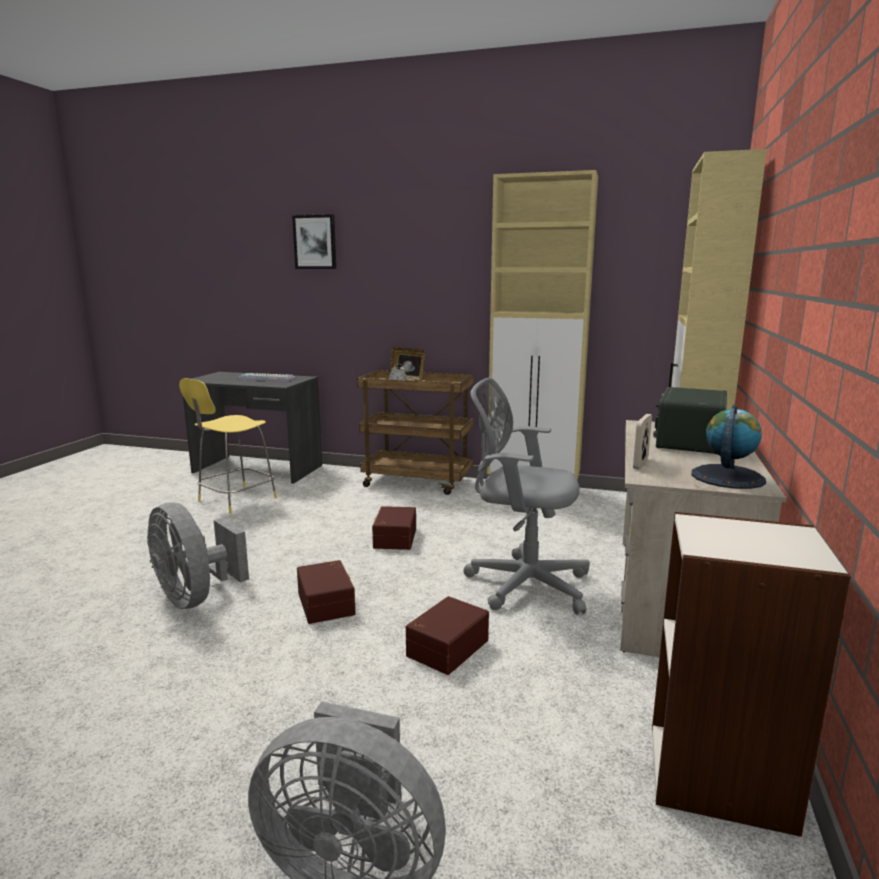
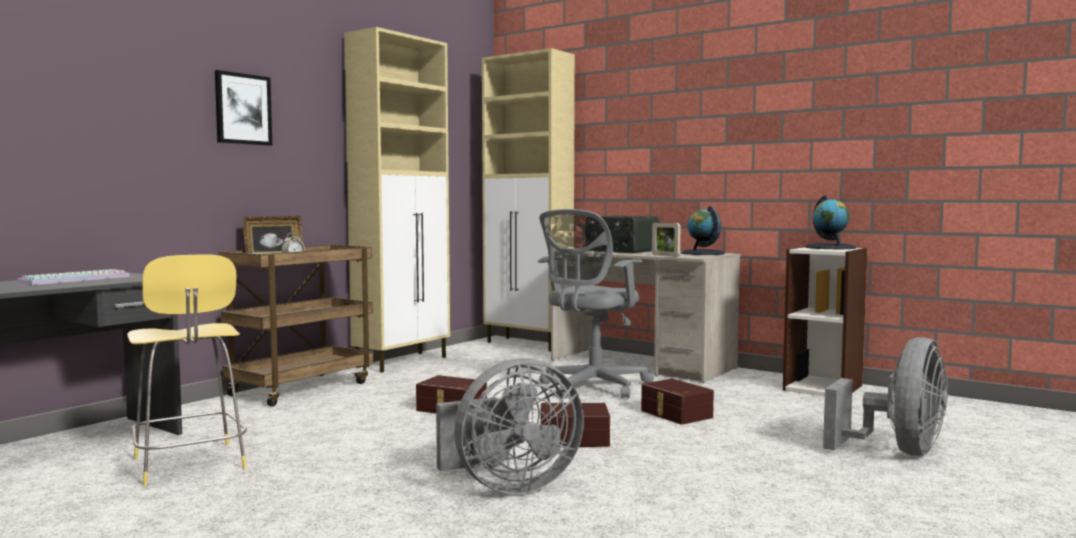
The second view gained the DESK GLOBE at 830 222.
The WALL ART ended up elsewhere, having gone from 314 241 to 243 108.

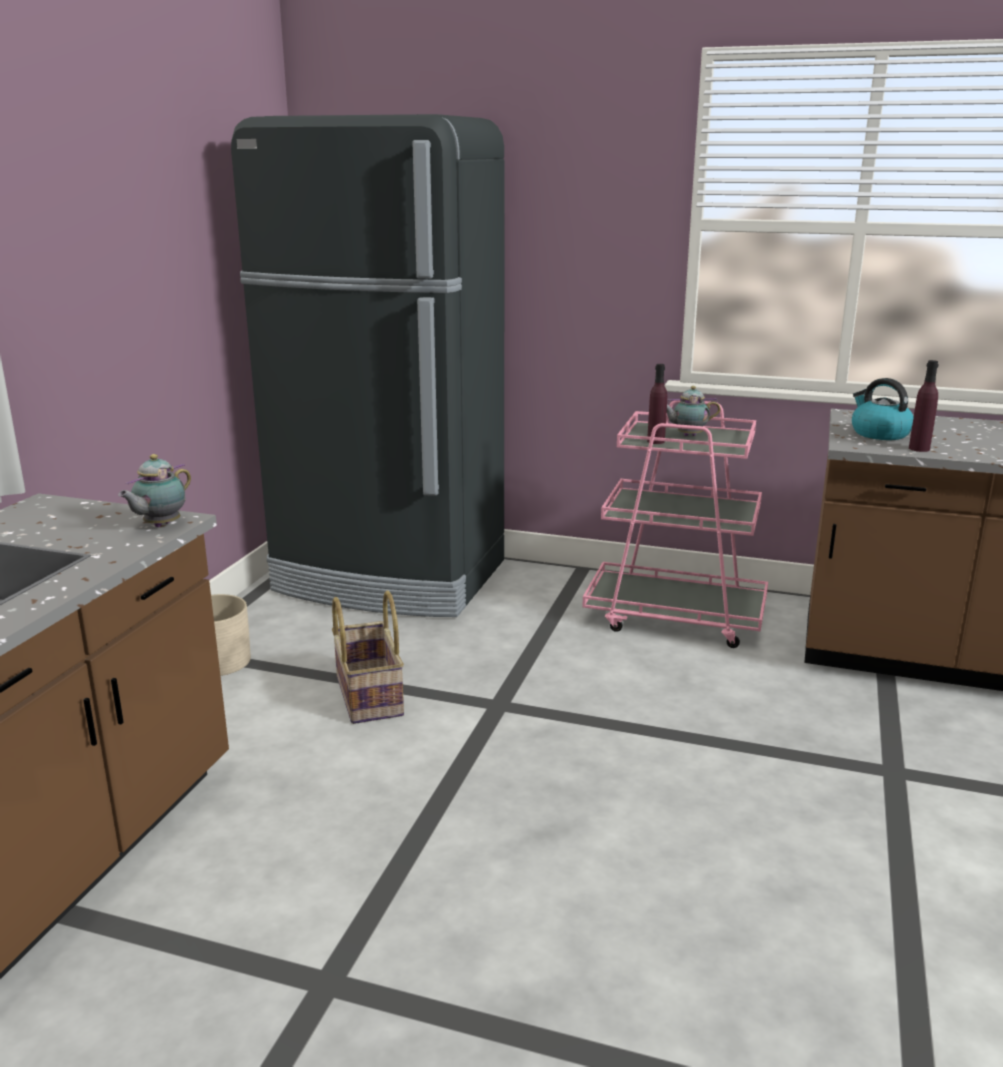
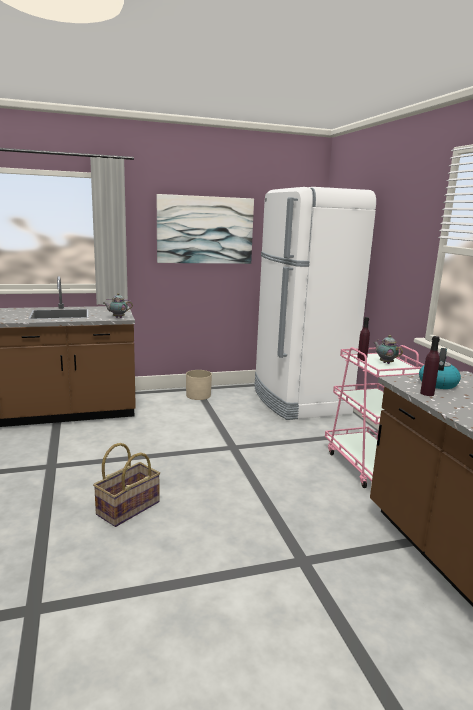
The second view gained the WALL ART at 205 229.
The HOUSEHOLD BASKET ended up elsewhere, having gone from 368 657 to 126 485.
What was the BLACK KITCHEN FRIDGE at 368 365 turned into the WHITE KITCHEN FRIDGE at 315 303.

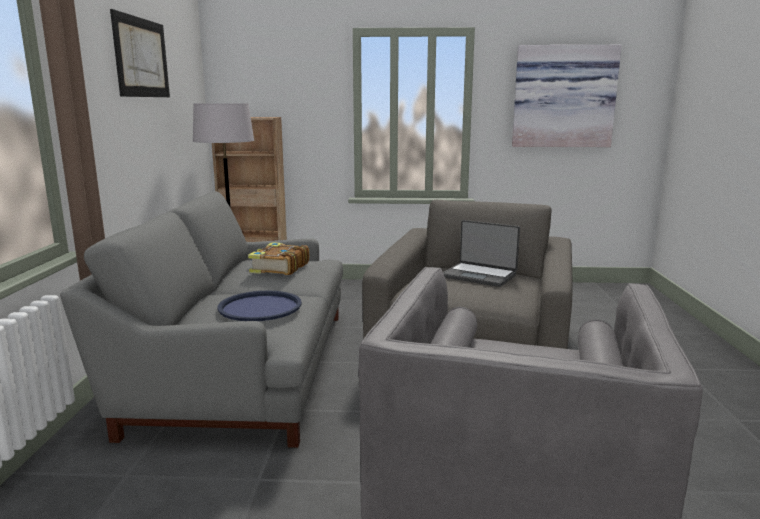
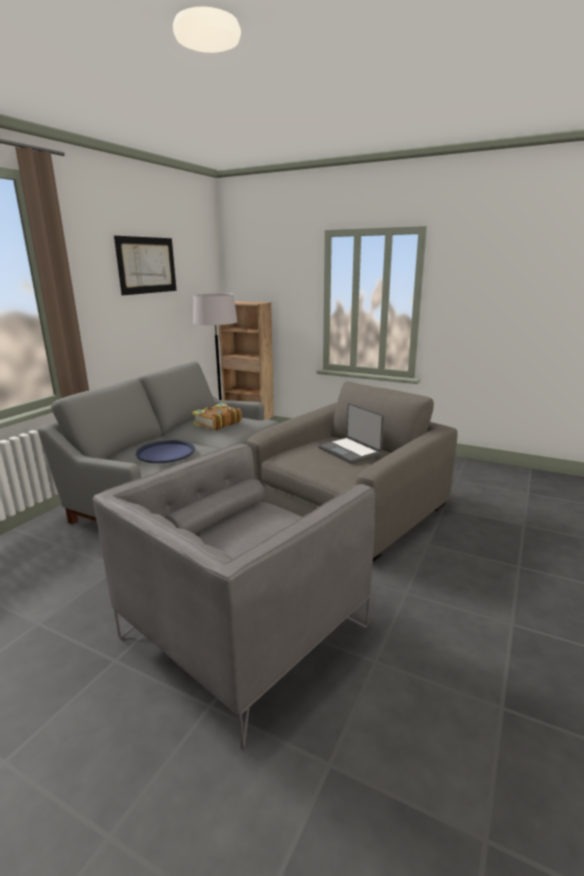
The second view lost the WALL ART at 567 96.

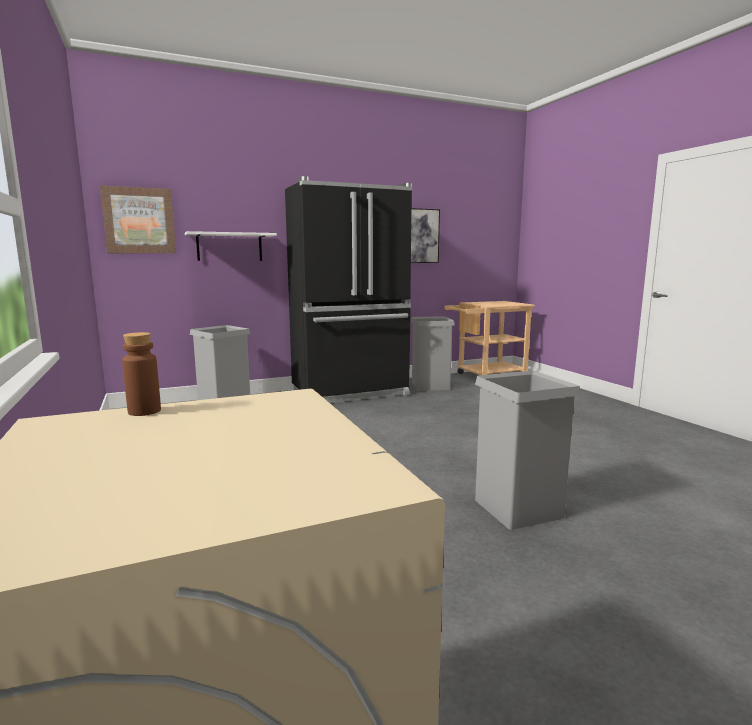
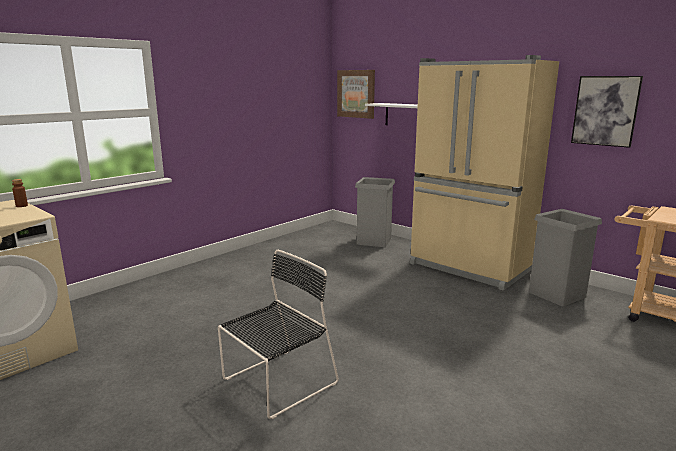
Where the GREYISH TRASH CAN stood at 528 450, the BLACK CHAIR came to stand at 278 334.
What was the BLACK KITCHEN FRIDGE at 348 289 turned into the BEIGE-COLOURED KITCHEN FRIDGE at 484 173.

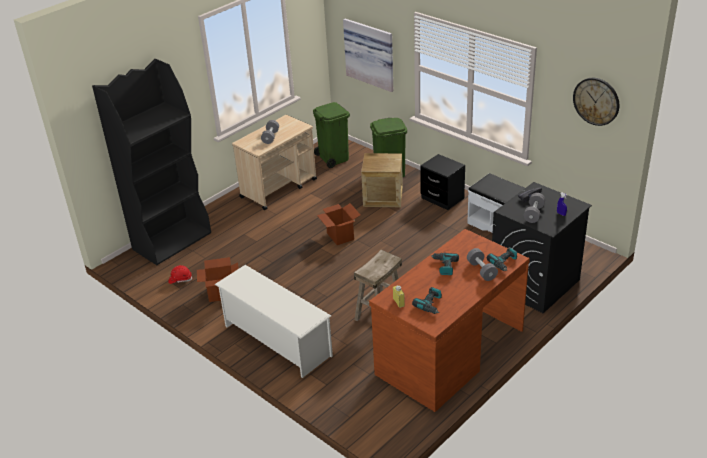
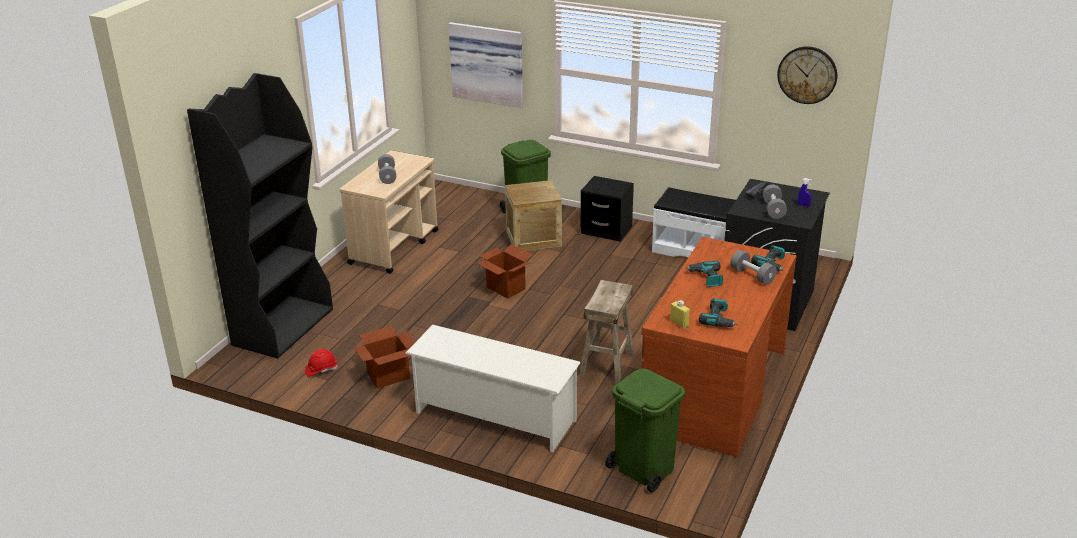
The GREEN-COLOURED TRASH CAN ended up elsewhere, having gone from 331 135 to 645 430.

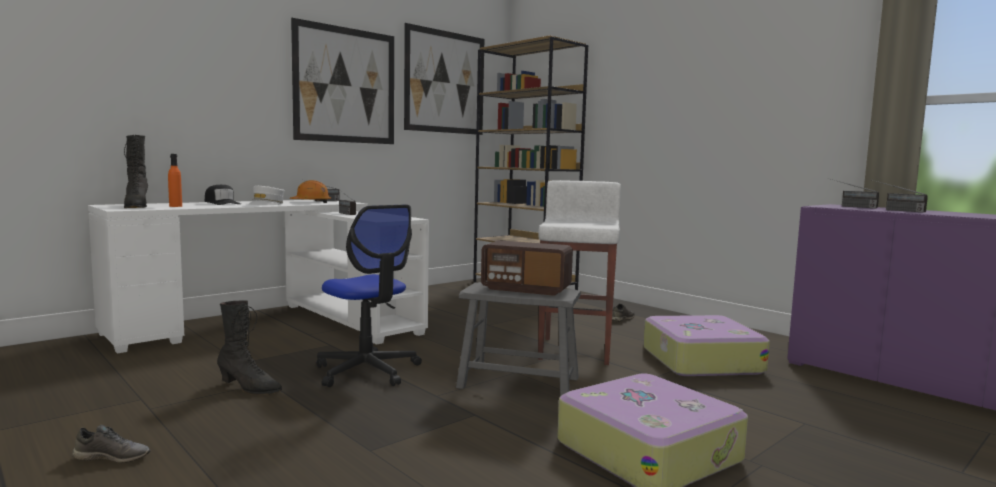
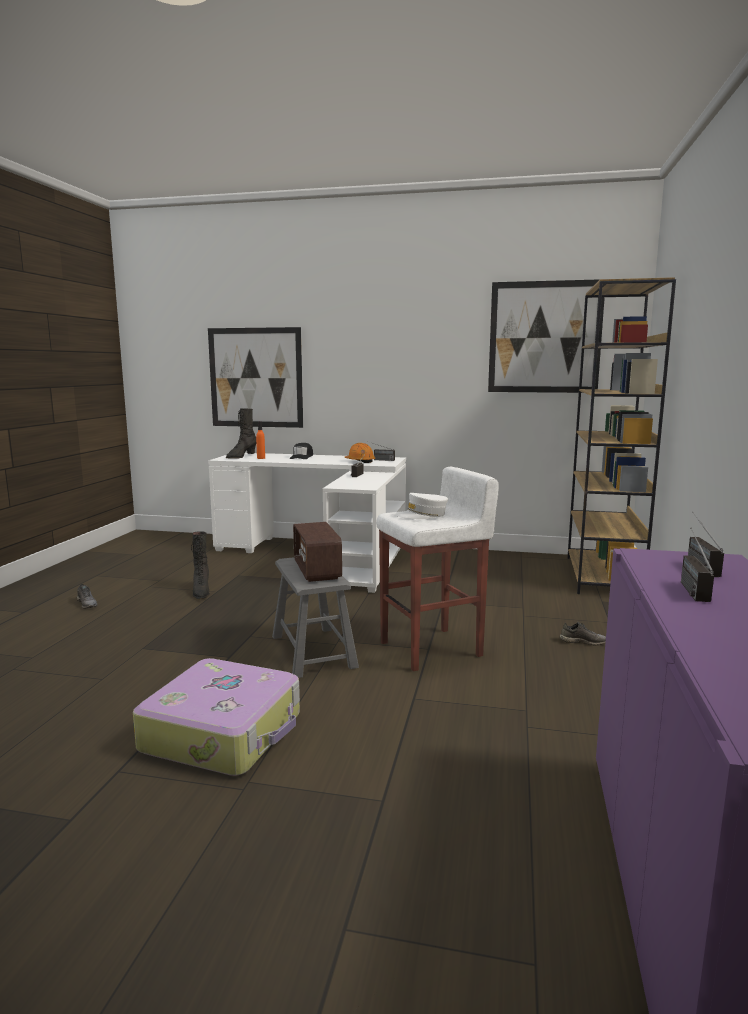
The second view lost the DESK CHAIR at 369 296.
The second view lost the TRAVEL CASE at 706 345.
The WHITE BASEBALL CAP ended up elsewhere, having gone from 266 195 to 422 506.
The WALL ART ended up elsewhere, having gone from 342 81 to 255 377.

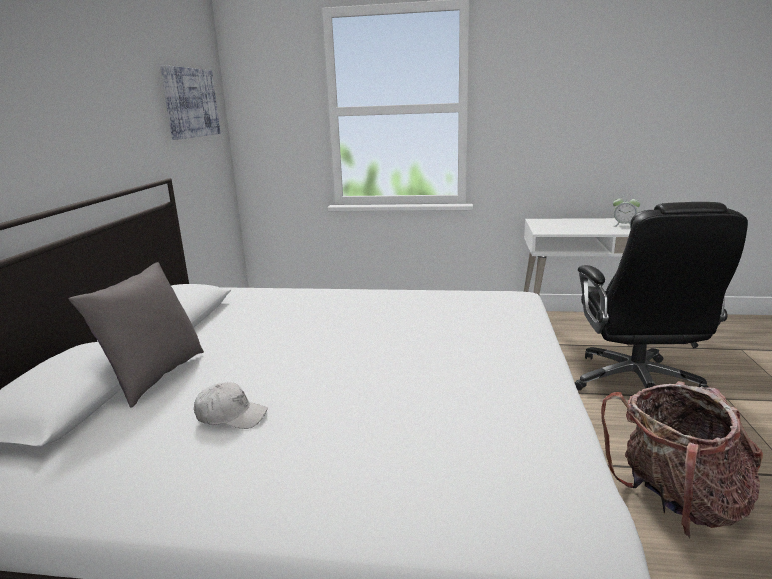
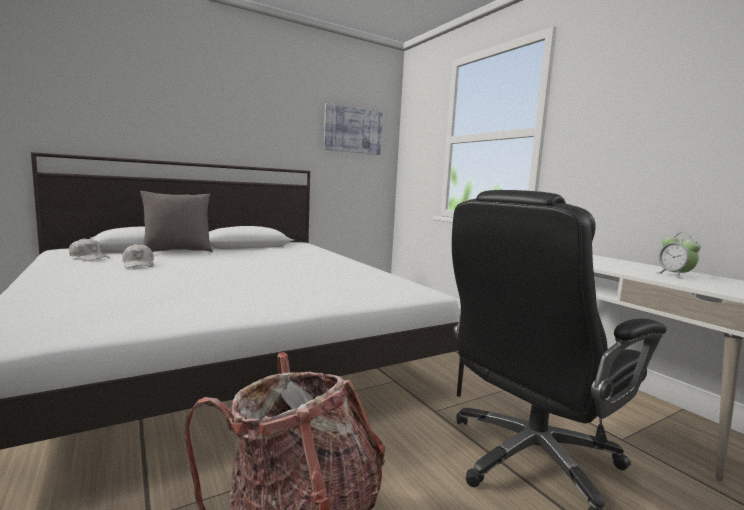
The second view gained the WHITE BASEBALL CAP at 89 249.

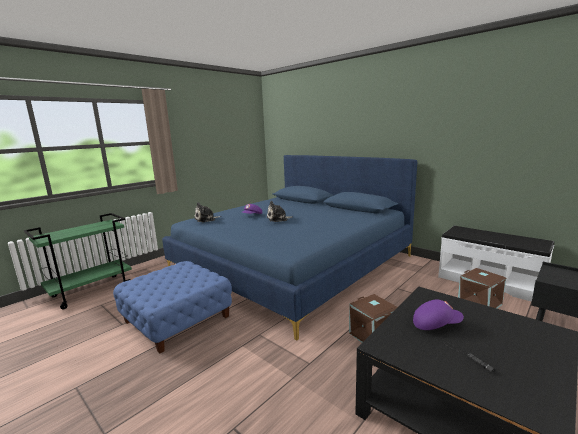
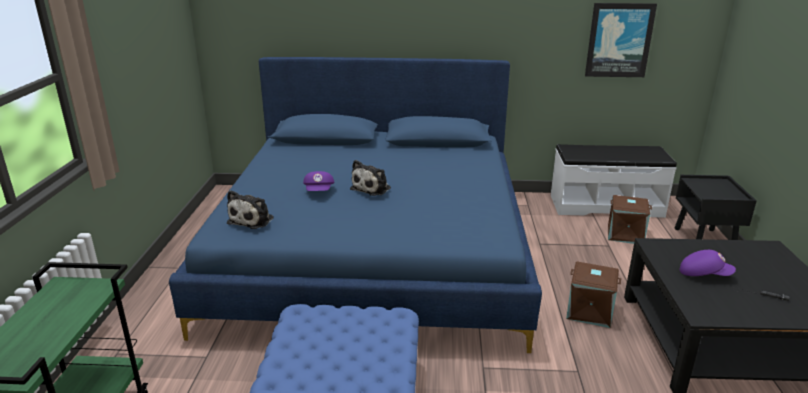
The second view gained the WALL ART at 621 40.
The PURPLISH BASEBALL CAP at 438 315 ended up facing another way, 60 degrees clockwise from before.

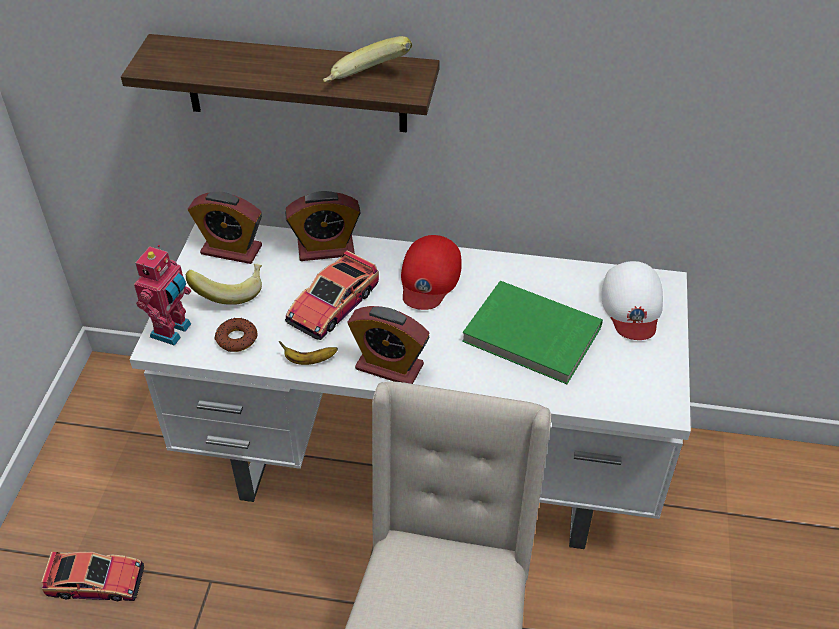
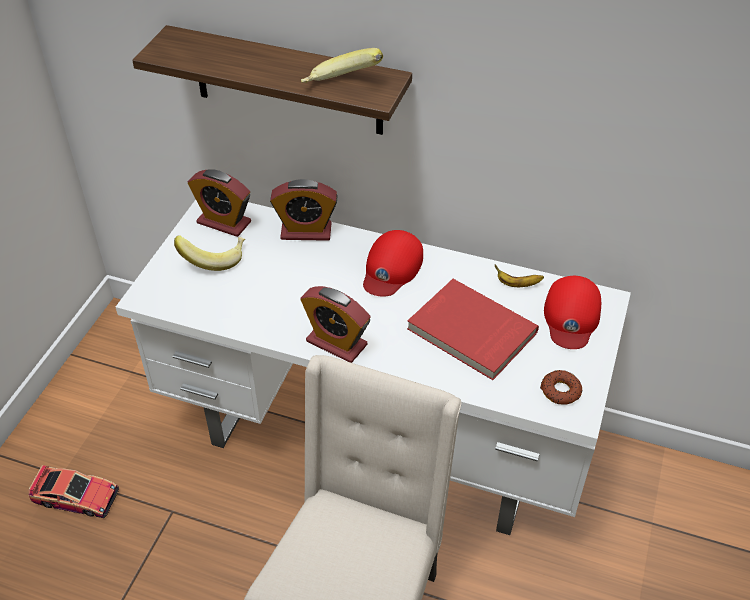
The second view lost the MODEL ROBOT at 162 295.
The second view lost the MODEL CAR at 332 295.
The DOUGHNUT ended up elsewhere, having gone from 235 335 to 561 387.
The BANANA ended up elsewhere, having gone from 308 353 to 519 275.
What was the GREEN-COLOURED BOUND BOOK at 532 332 turned into the REDDISH BOUND BOOK at 473 329.
What was the WHITE BASEBALL CAP at 632 300 turned into the REDDISH BASEBALL CAP at 572 312.

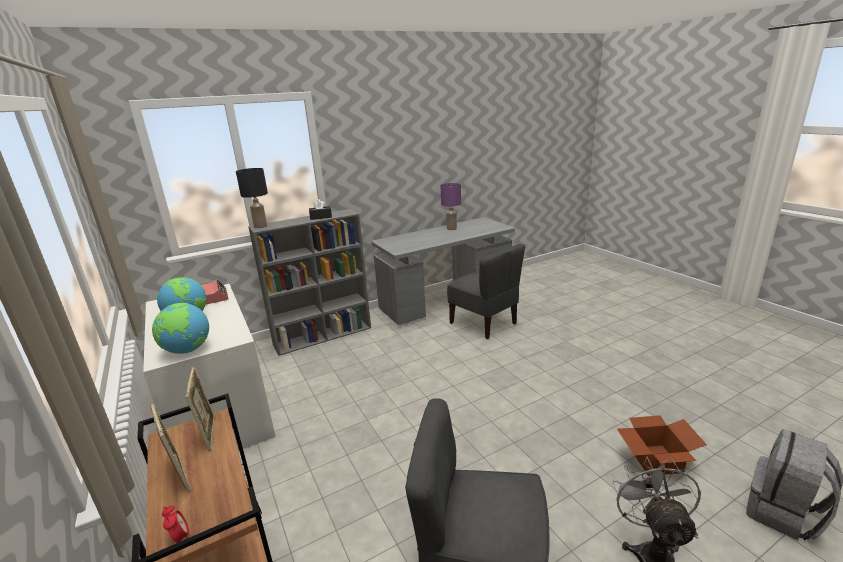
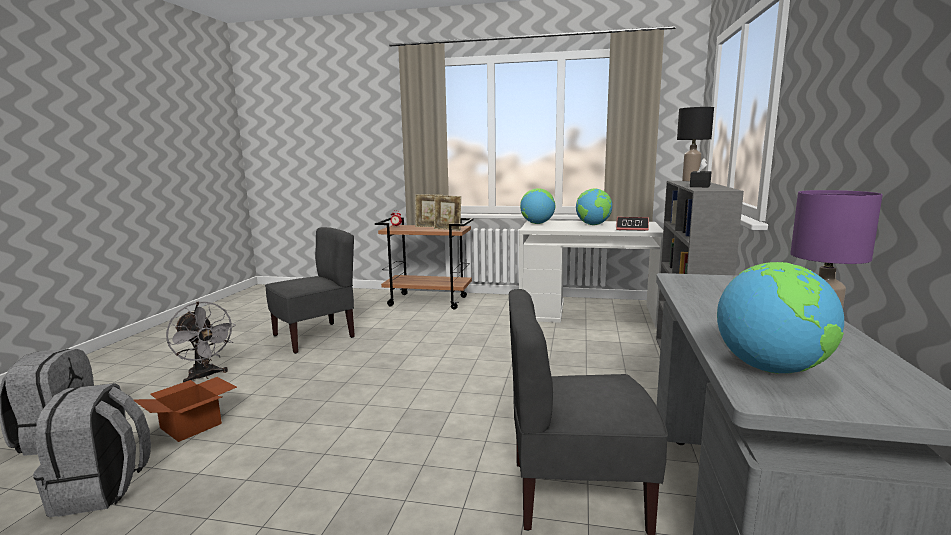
The second view gained the GREYISH KNAPSACK at 92 450.
The second view gained the DESK GLOBE at 780 318.

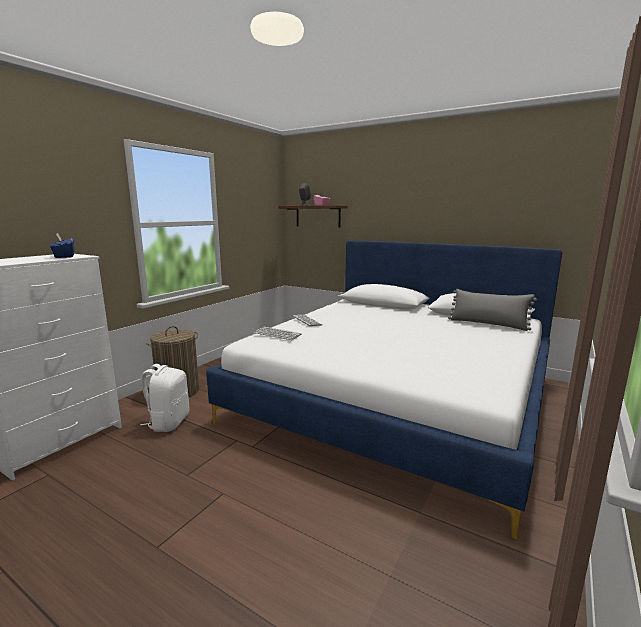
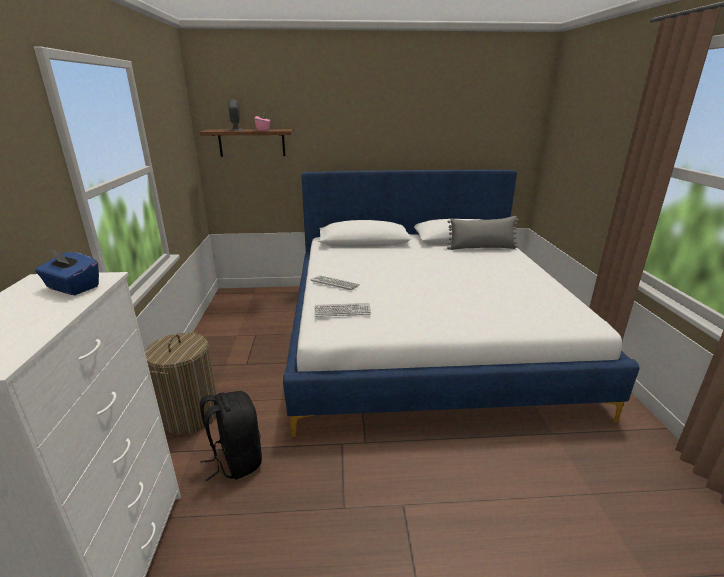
What was the WHITE KNAPSACK at 164 398 turned into the BLACK KNAPSACK at 231 436.

